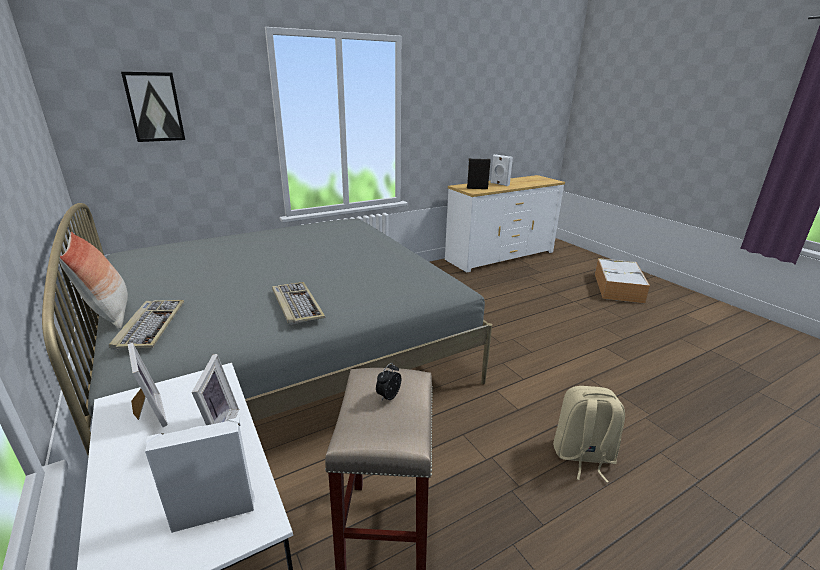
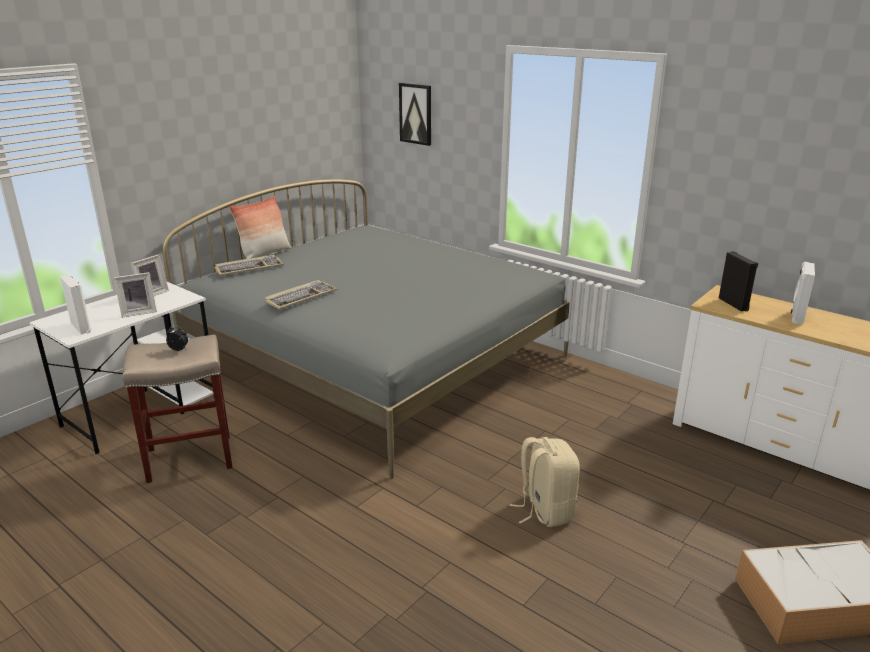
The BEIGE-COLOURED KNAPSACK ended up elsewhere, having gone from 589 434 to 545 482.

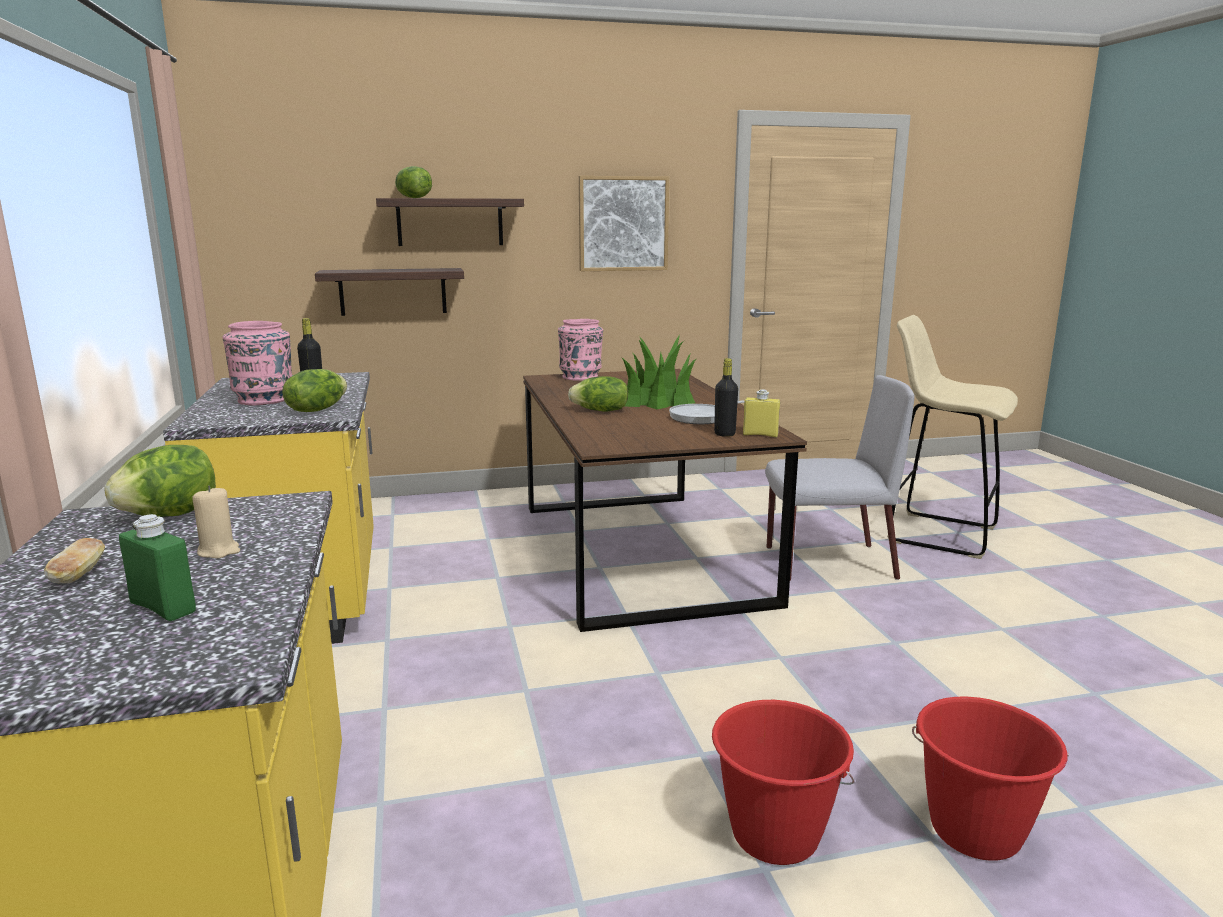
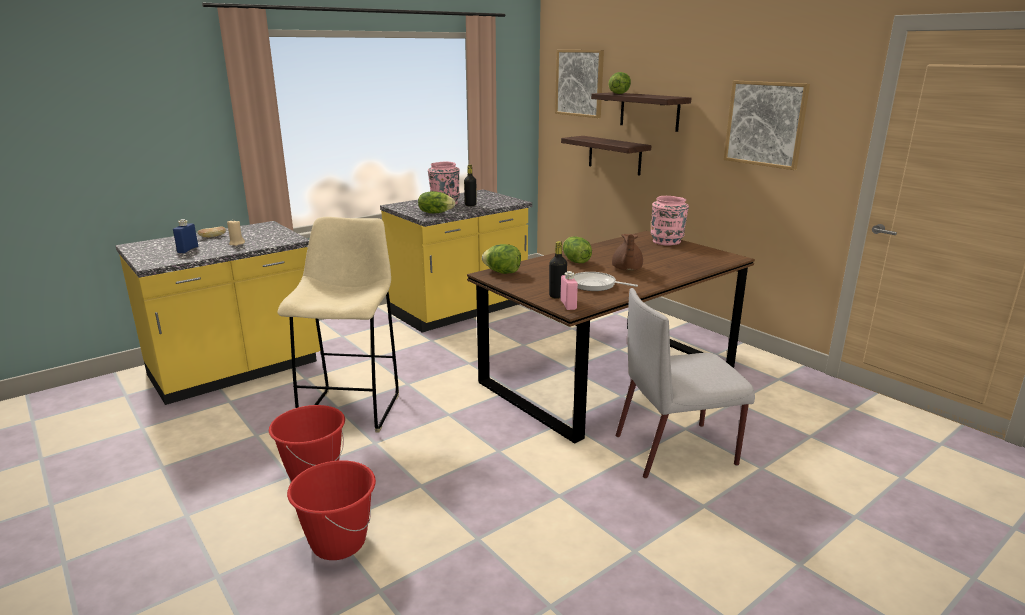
The second view gained the WALL ART at 579 84.
The LETTUCE ended up elsewhere, having gone from 160 481 to 501 259.
The BEIGE-COLOURED STOOL SEAT ended up elsewhere, having gone from 952 437 to 338 325.
Where the HOUSEPLANT stood at 659 372, the BROWN-COLOURED POT FOR TEA came to stand at 627 252.
What was the GREEN-COLOURED DRINK BOTTLE at 157 567 turned into the BLUE DRINK BOTTLE at 185 236.
What was the YELLOWISH DRINK BOTTLE at 761 413 turned into the PINK-COLOURED DRINK BOTTLE at 569 290.
The GREYISH CHAIR at 840 478 ended up facing another way, 105 degrees clockwise from before.

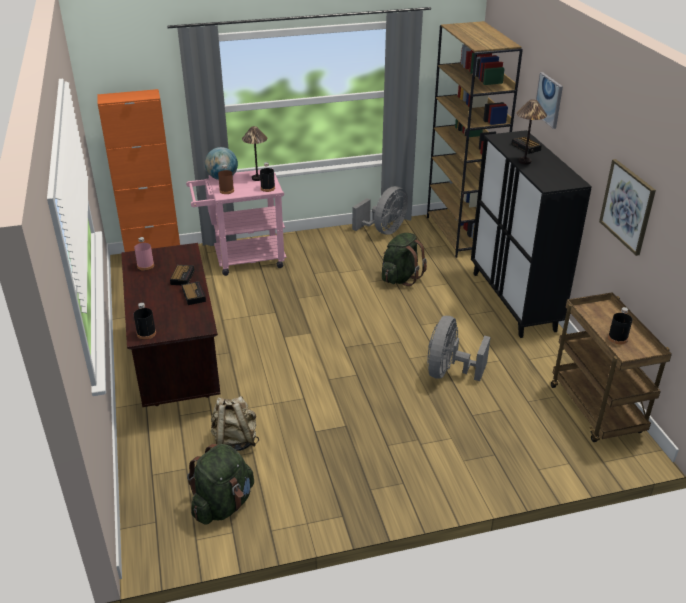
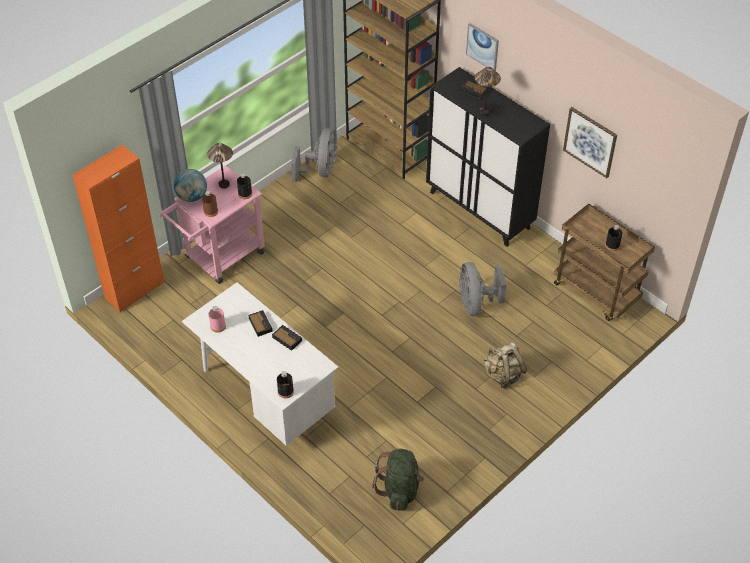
The second view lost the GREEN-COLOURED KNAPSACK at 404 259.
The BEIGE-COLOURED KNAPSACK ended up elsewhere, having gone from 235 423 to 505 365.
What was the BROWN-COLOURED DESK TABLE at 171 325 turned into the WHITE DESK TABLE at 260 364.

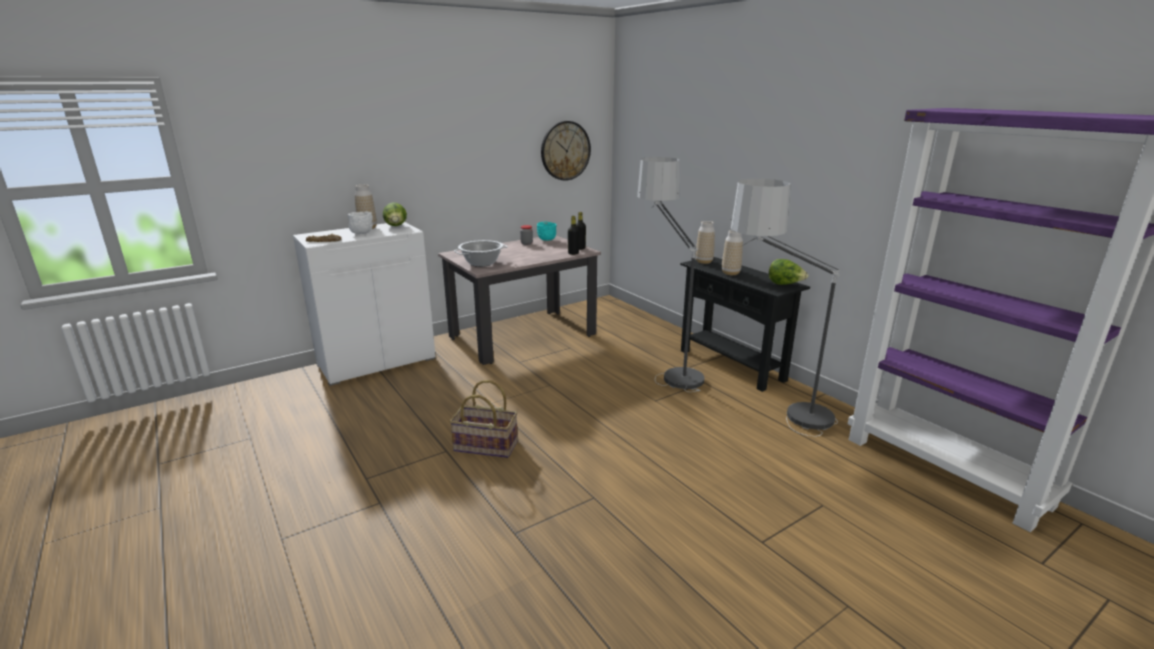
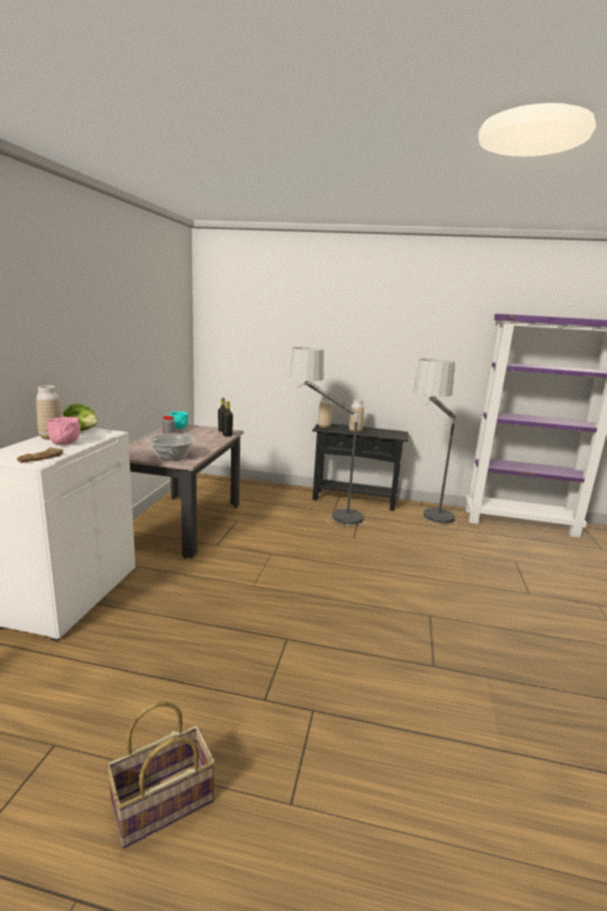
The second view lost the HANGING CLOCK at 566 151.
The second view lost the LETTUCE at 788 272.
The HOUSEHOLD BASKET ended up elsewhere, having gone from 483 419 to 160 774.
What was the WHITE SERVING BOWL at 360 222 turned into the PINK-COLOURED SERVING BOWL at 63 431.

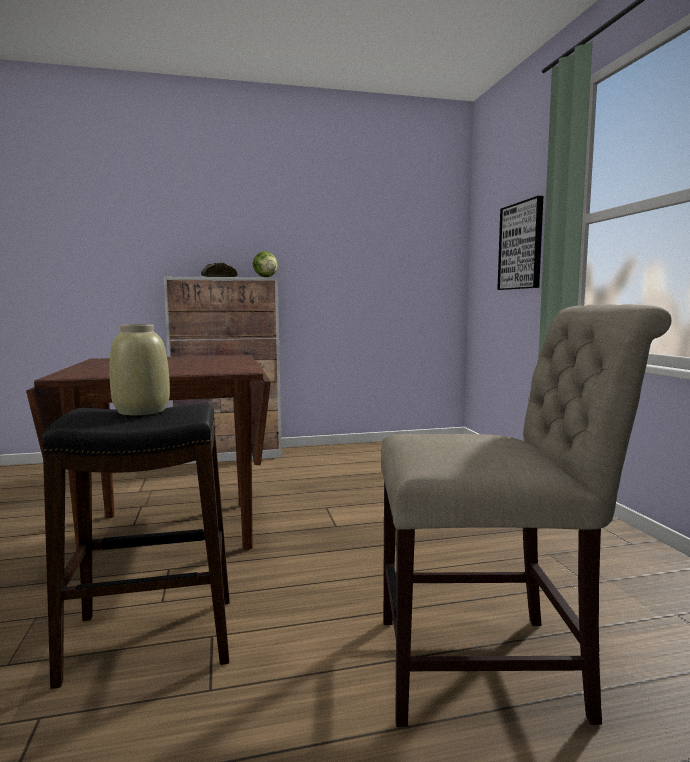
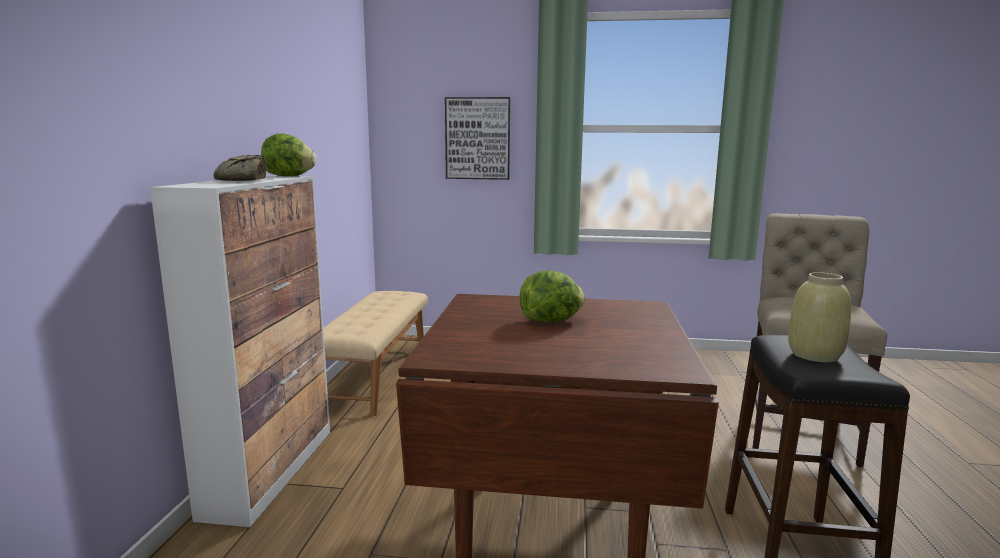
The second view gained the BEIGE-COLOURED BENCH at 375 353.
The second view gained the LETTUCE at 552 296.

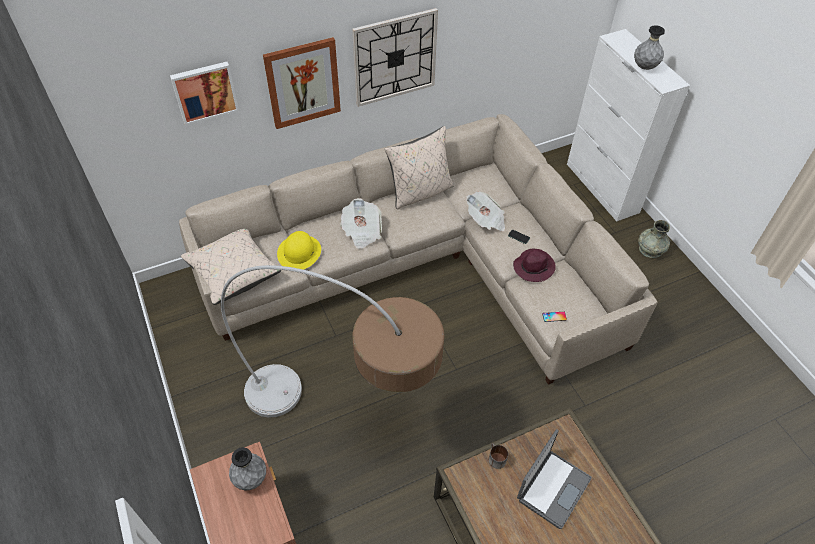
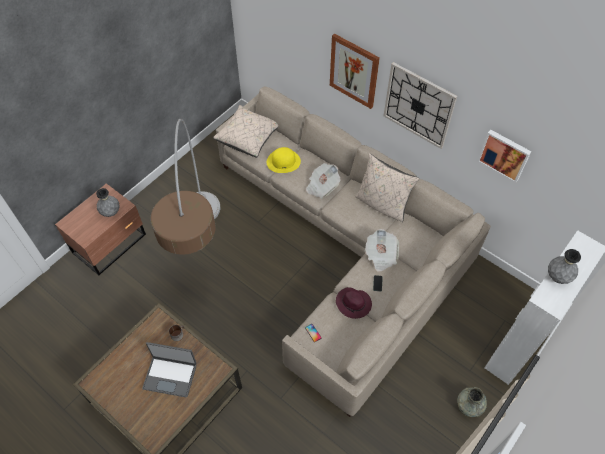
The WALL ART ended up elsewhere, having gone from 204 93 to 504 156.

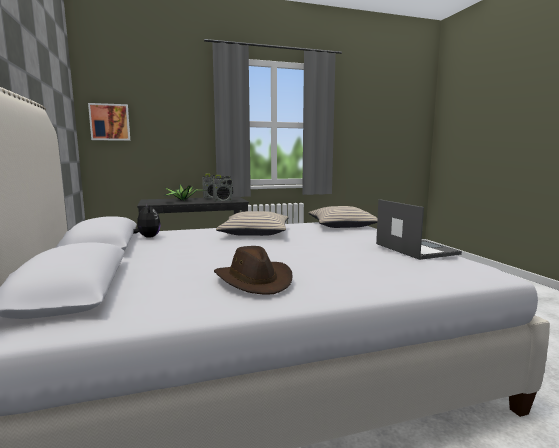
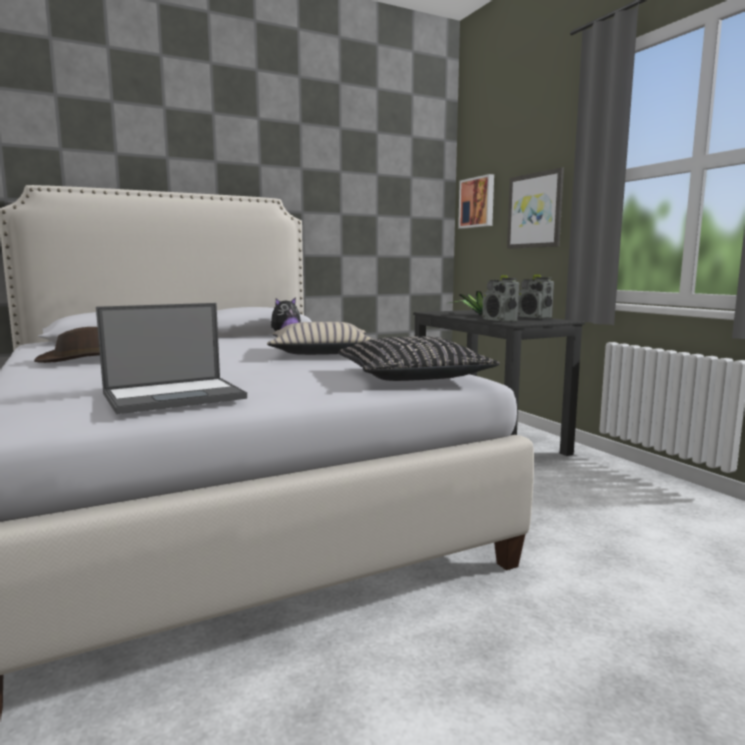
The second view gained the WALL ART at 535 208.
What was the BEIGE-COLOURED CUSHION at 343 217 turned into the BLACK CUSHION at 419 358.

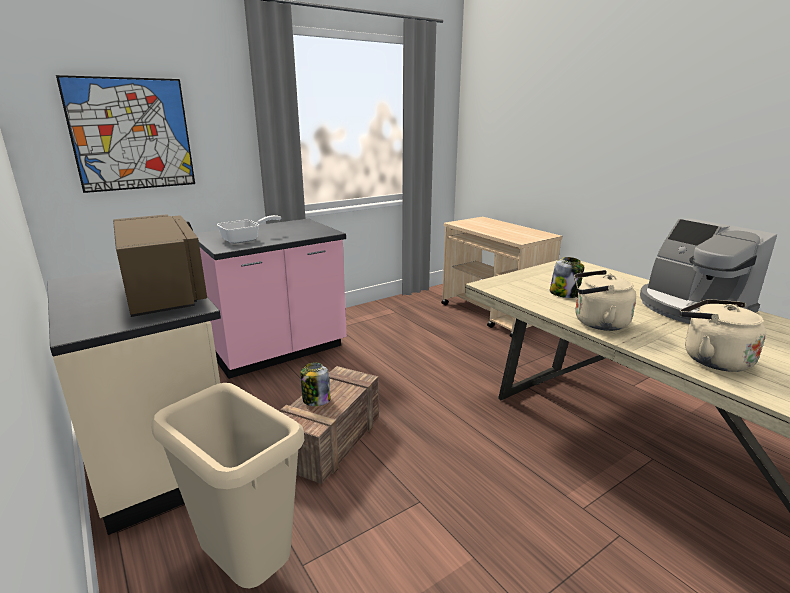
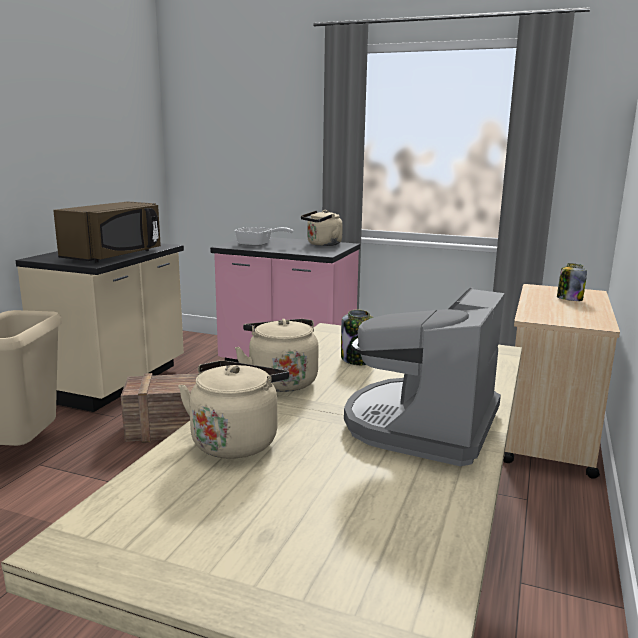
The second view lost the WALL ART at 125 134.
The second view gained the BEIGE-COLOURED KETTLE at 322 228.
The JAR ended up elsewhere, having gone from 316 384 to 572 282.

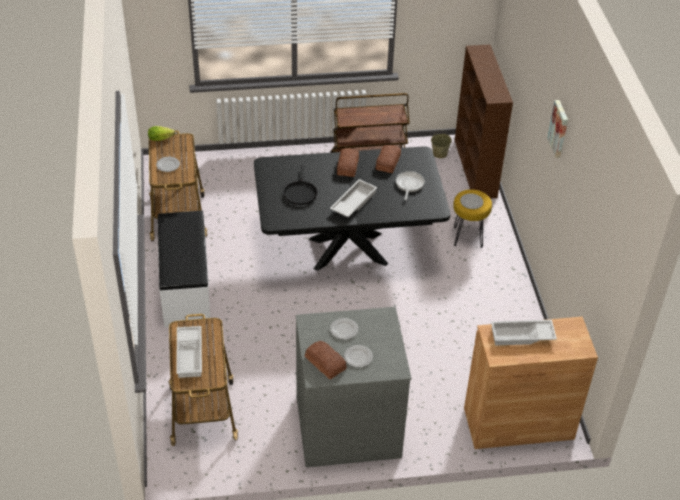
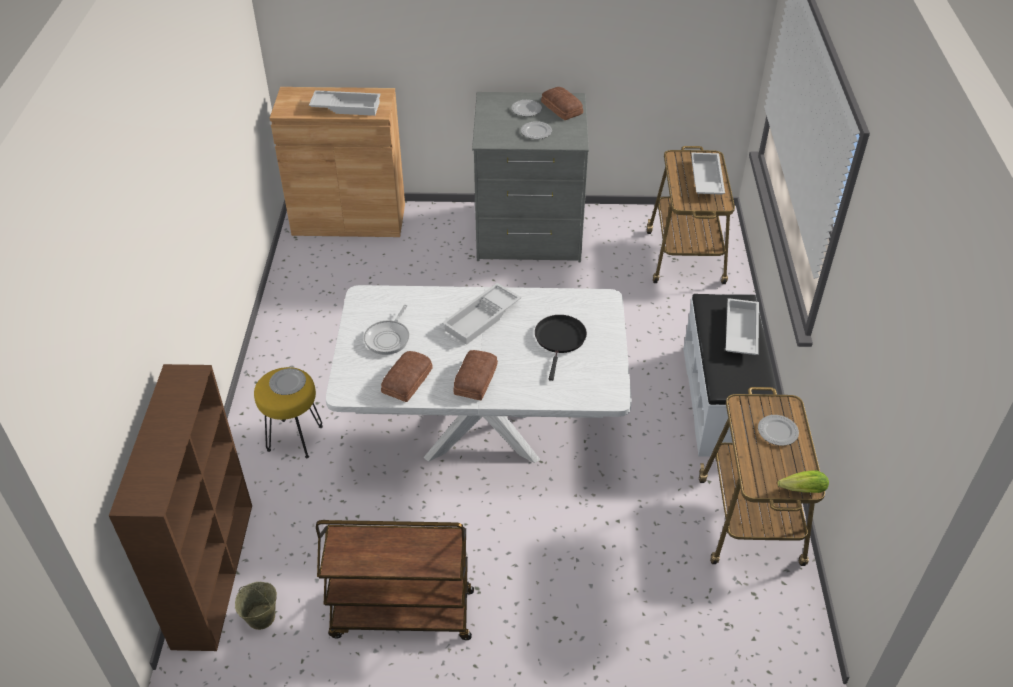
The second view lost the WALL ART at 557 129.
The second view gained the WHITE CARRYING TRAY at 742 326.
What was the BLACK KITCHEN TABLE at 352 209 turned into the WHITE KITCHEN TABLE at 479 374.

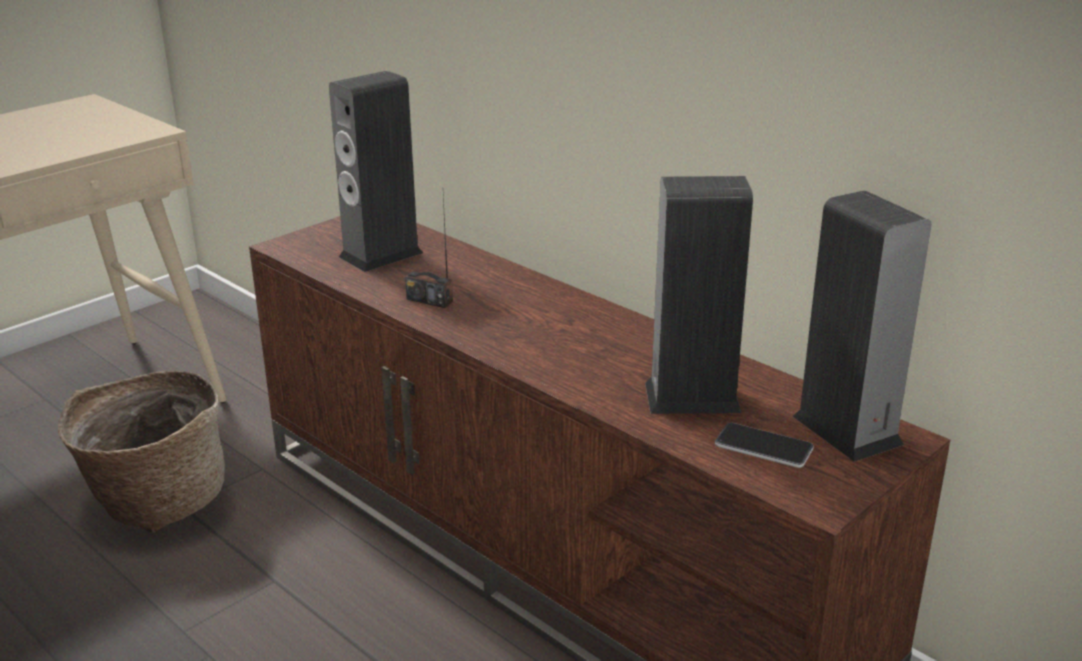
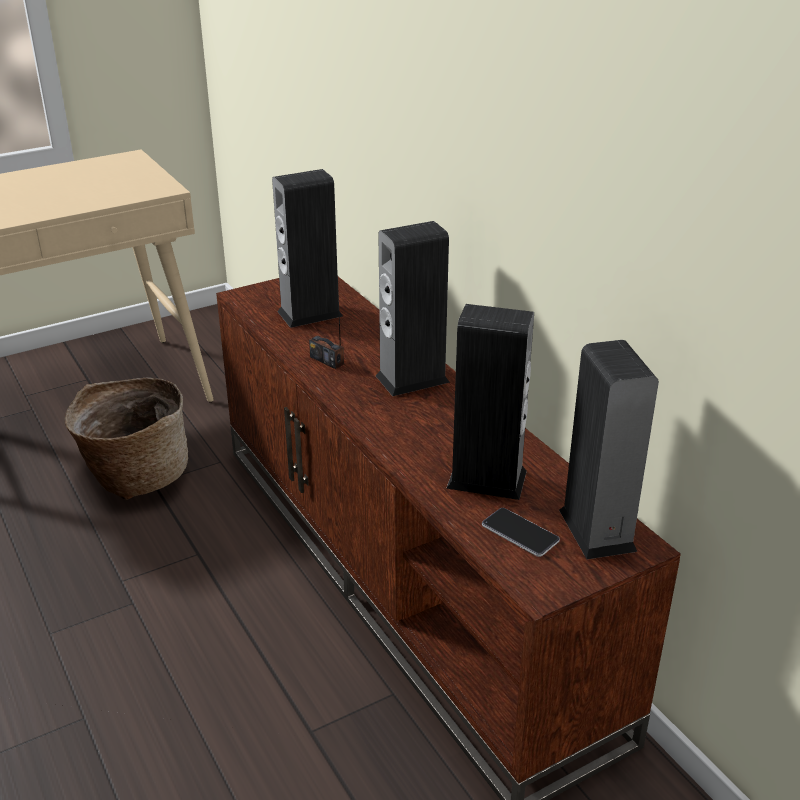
The second view gained the SPEAKER at 413 308.

